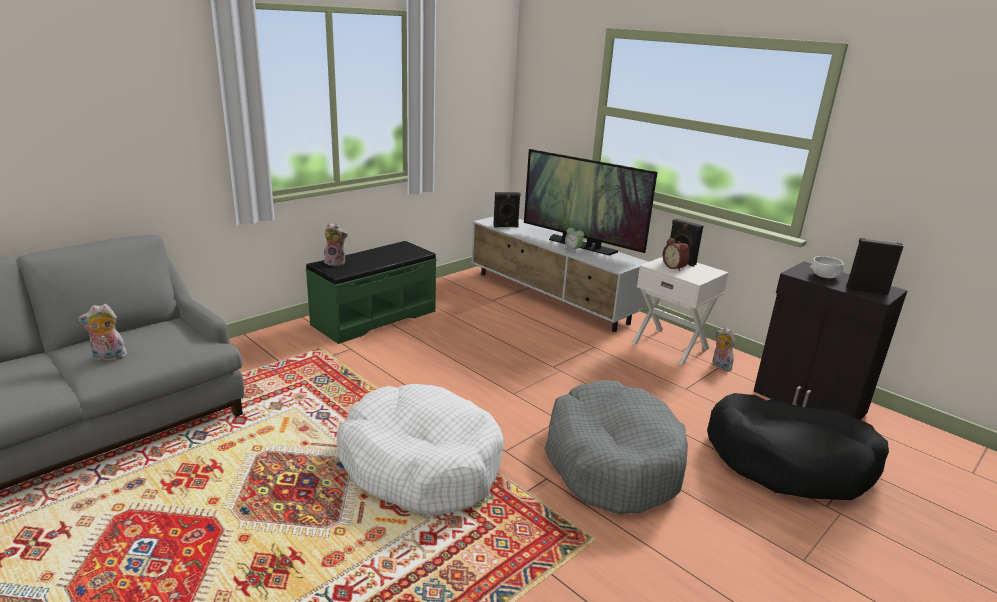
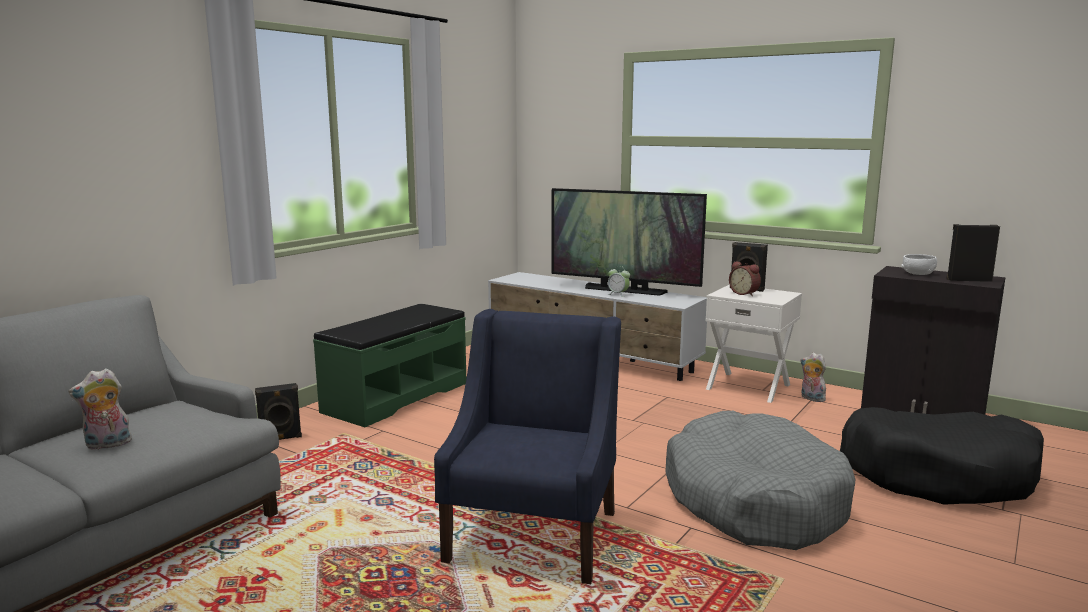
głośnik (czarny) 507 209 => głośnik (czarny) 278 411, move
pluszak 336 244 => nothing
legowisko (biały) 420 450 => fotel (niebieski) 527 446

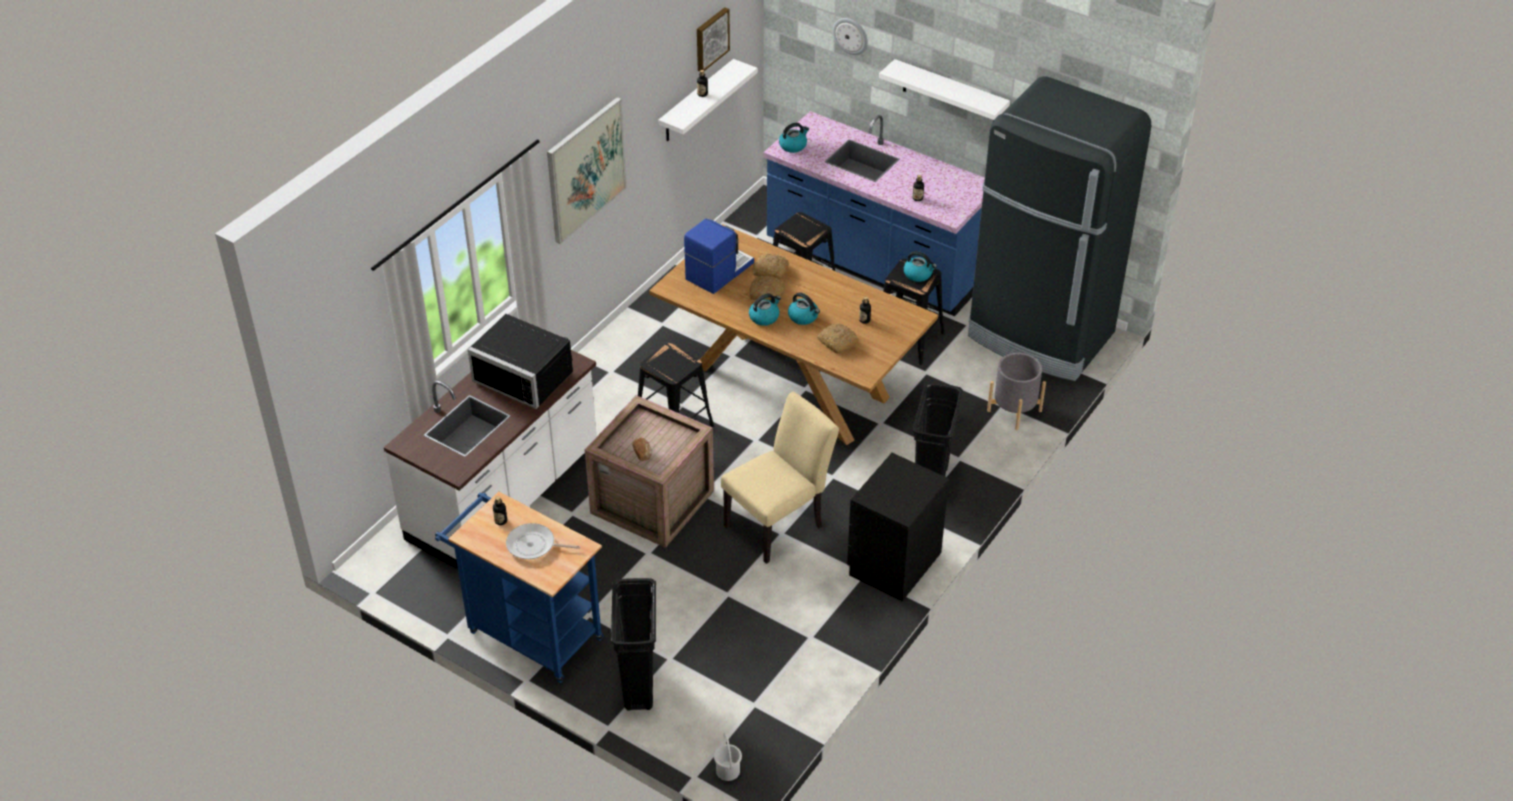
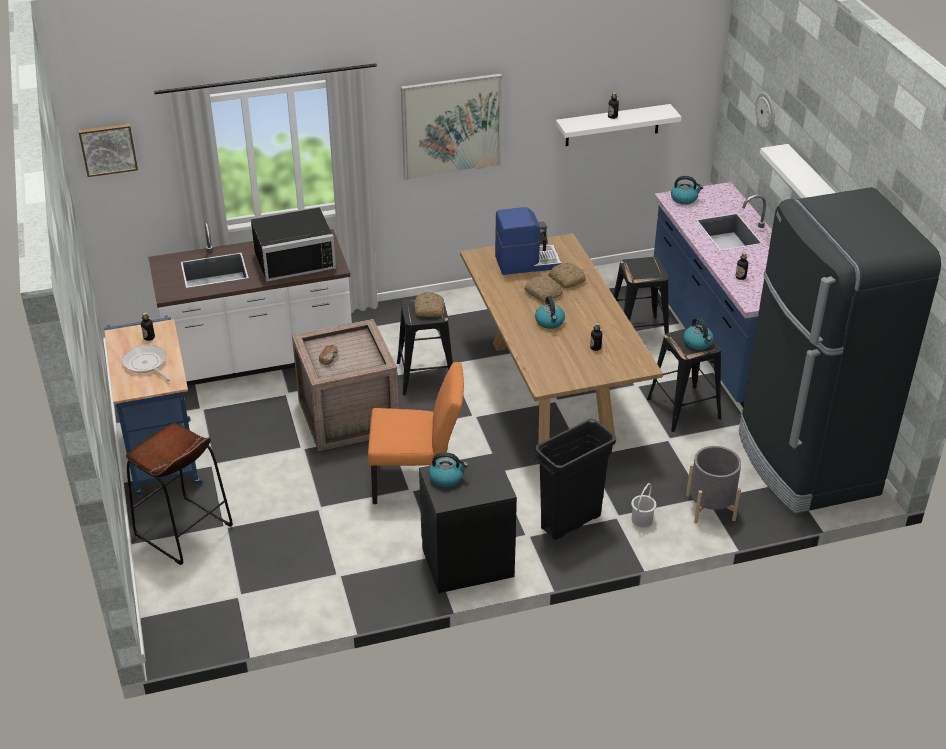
obraz 713 39 => obraz 108 150, move
czajnik 765 309 => czajnik 448 469, move
mikrofalówka (czarny) 520 361 => mikrofalówka (czarny) 293 244, 90 degrees counterclockwise
chleb 837 338 => chleb 429 304, move
krzesło (beżowy) 780 478 => krzesło (pomarańczowy) 416 433
kosz na śmieci (czarny) 633 644 => stołek (brązowy) 179 494
wiadro (biały) 728 757 => wiadro (biały) 643 505, move

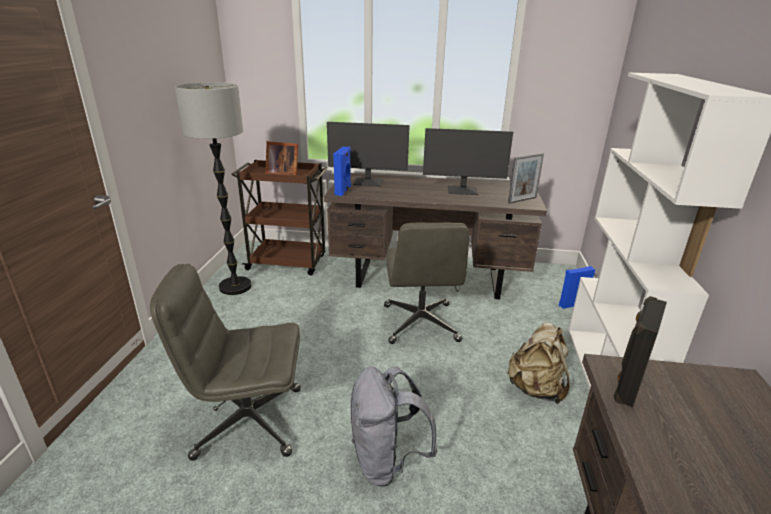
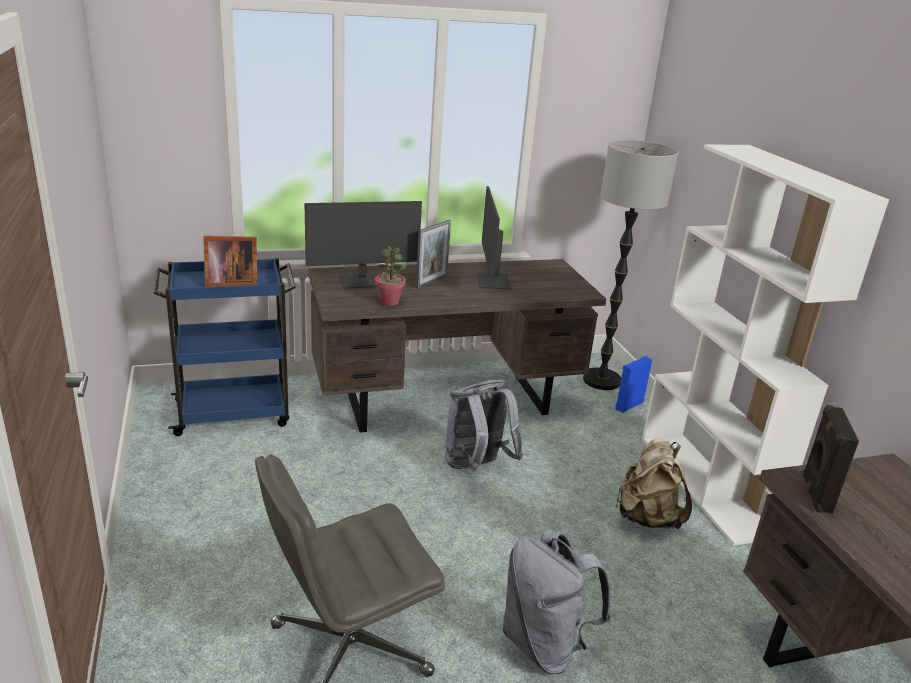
lampa stojąca 213 188 => lampa stojąca 630 265, move
monitor 468 161 => monitor 494 237, 105 degrees clockwise
głośnik (niebieski) 342 171 => nothing
ramka na zdjęcie 526 178 => ramka na zdjęcie 433 254, move
wózek (brązowy) 279 217 => wózek (niebieski) 224 347
krzesło biurowe (szary) 427 283 => plecak (szary) 484 425
nothing => roślina doniczkowa 390 275

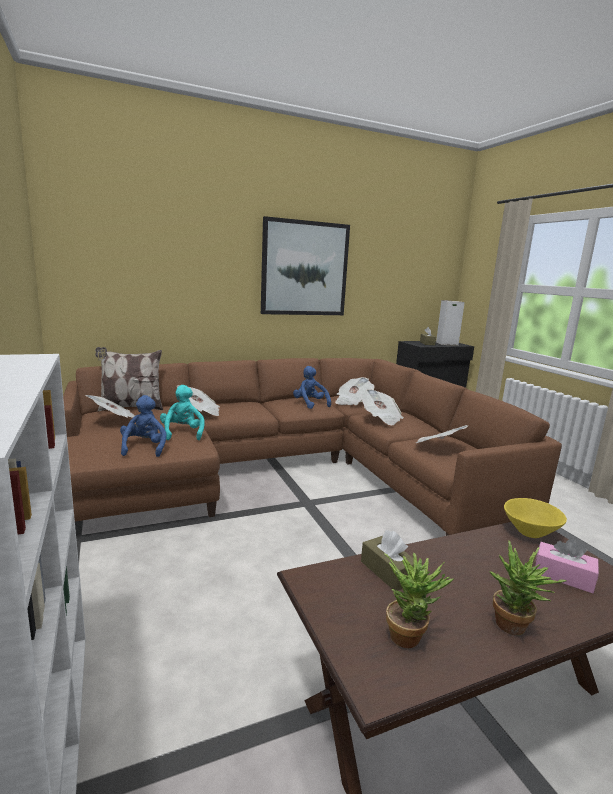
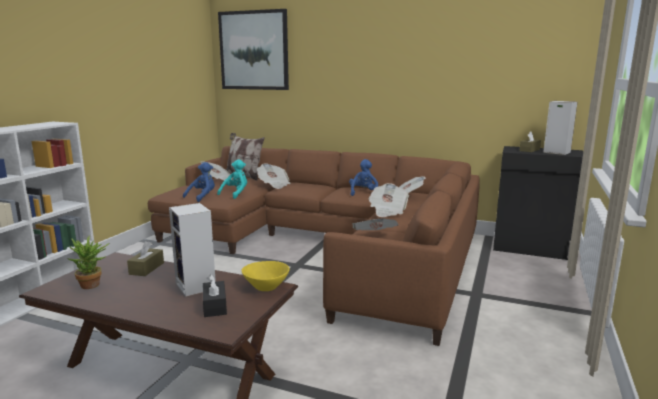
obraz 305 265 => obraz 253 49, move
pudełko chusteczek (różowy) 567 565 => pudełko chusteczek (czarny) 215 295
roślina doniczkowa 527 588 => nothing
nothing => głośnik 192 250

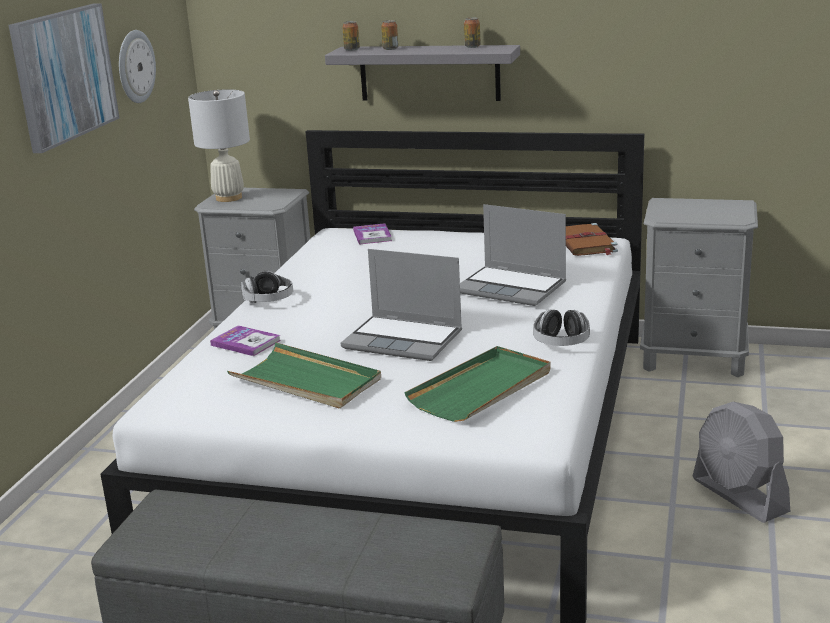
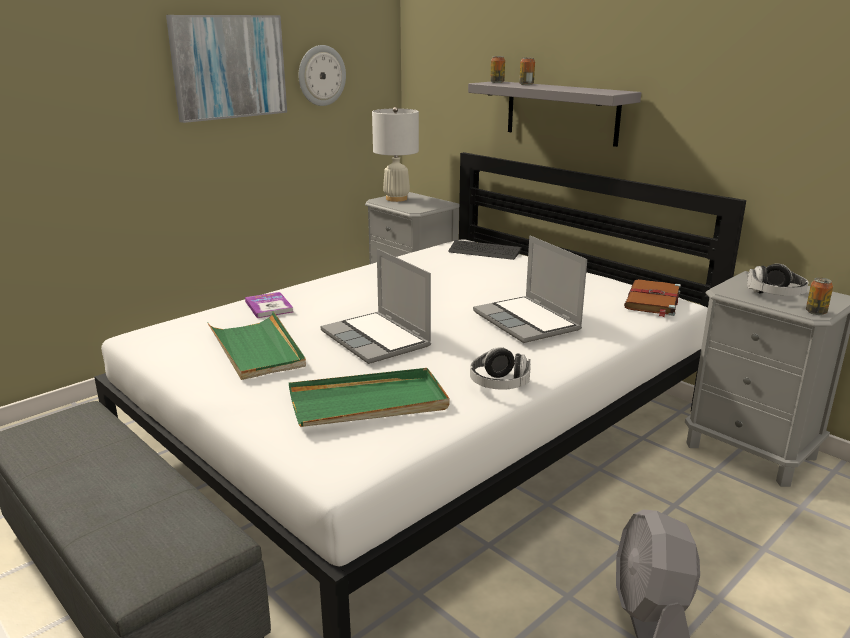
puszka 472 33 => puszka 819 296, move
książka 372 234 => klawiatura 485 250
słuchawki 267 287 => słuchawki 778 279, move

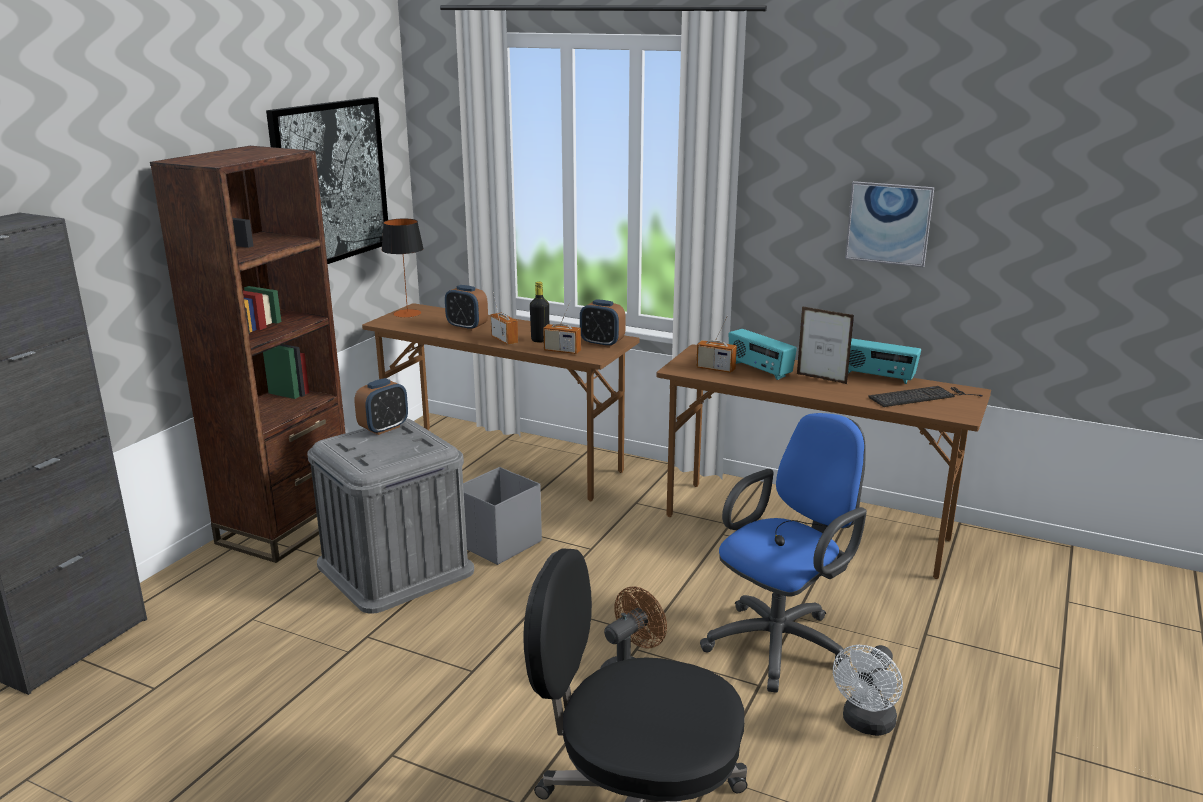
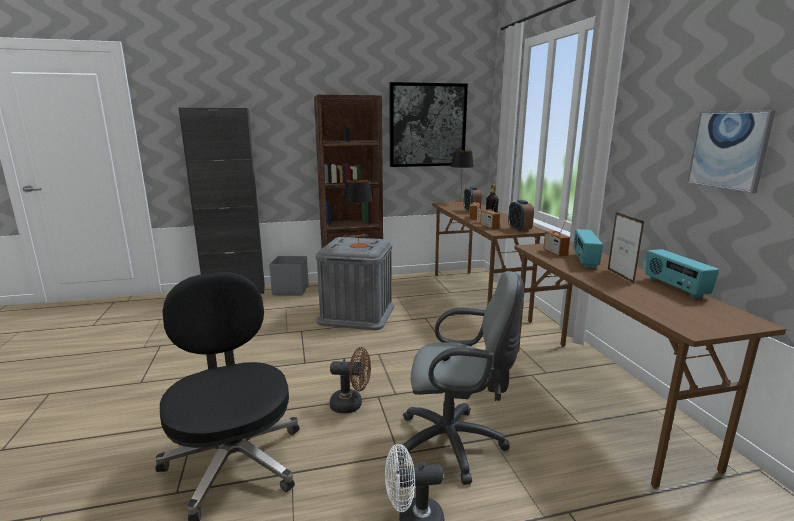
budzik 381 406 => nothing
klawiatura 925 396 => nothing
krzesło biurowe (niebieski) 783 552 => krzesło biurowe (szary) 460 378
pojemnik do przechowywania (szary) 502 516 => pojemnik do przechowywania (szary) 289 276, move
nothing => lampa stołowa 357 213

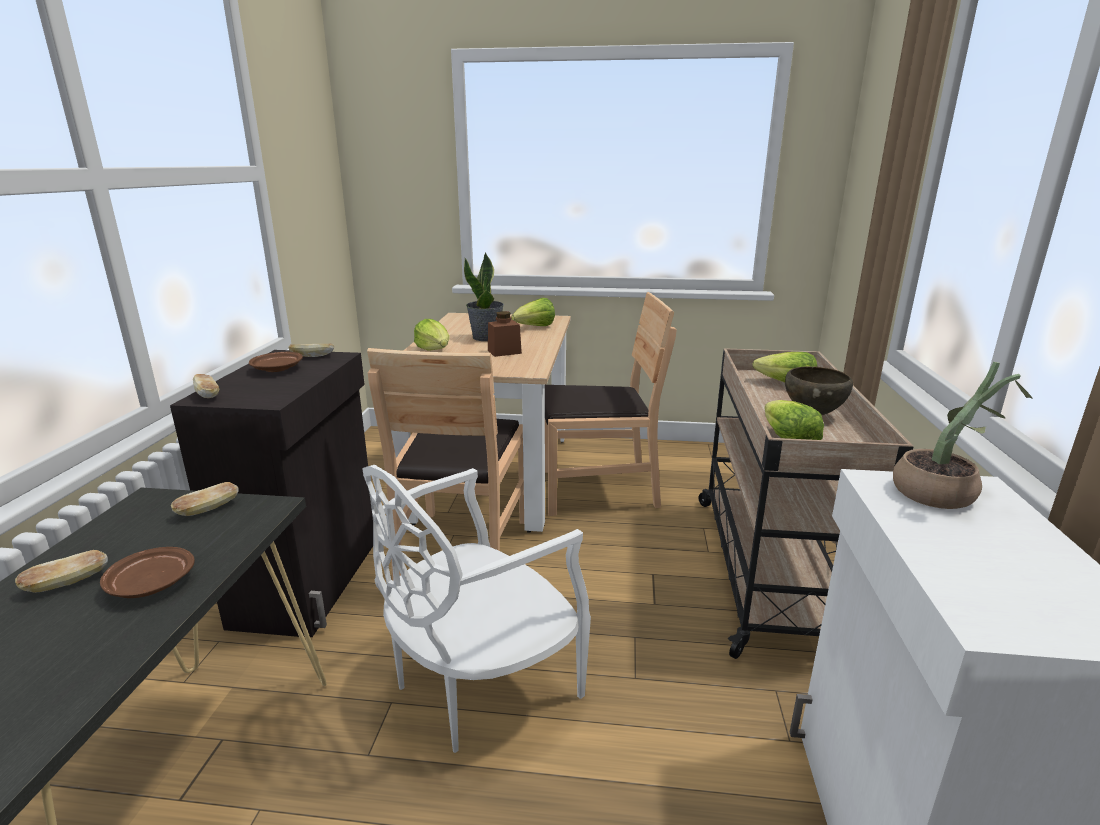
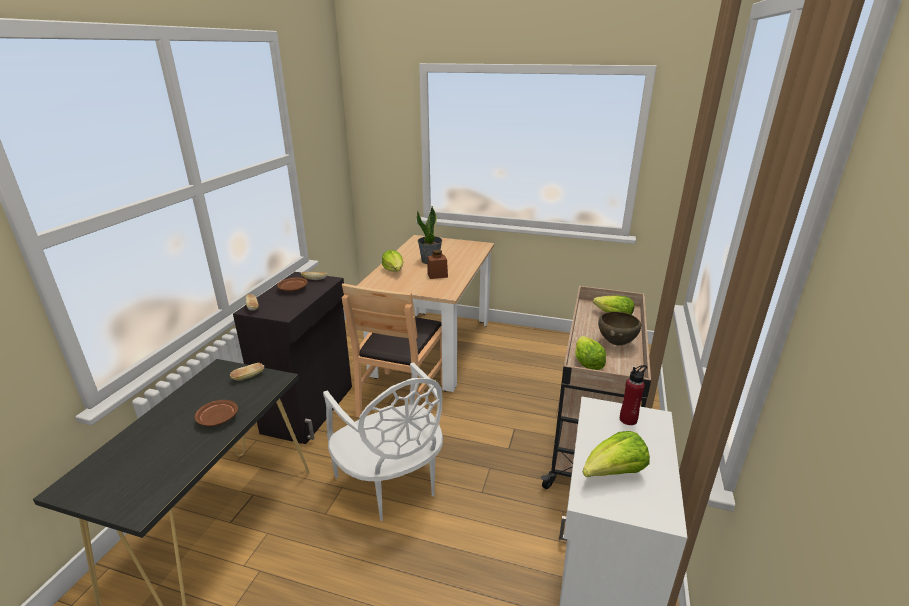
krzesło (brązowy) 610 404 => nothing
sałata 533 312 => sałata 616 454, move
roślina doniczkowa 962 435 => butelka (czerwony) 633 395
krzesło (biały) 476 609 => krzesło (biały) 383 441, 90 degrees counterclockwise
chleb 61 571 => nothing

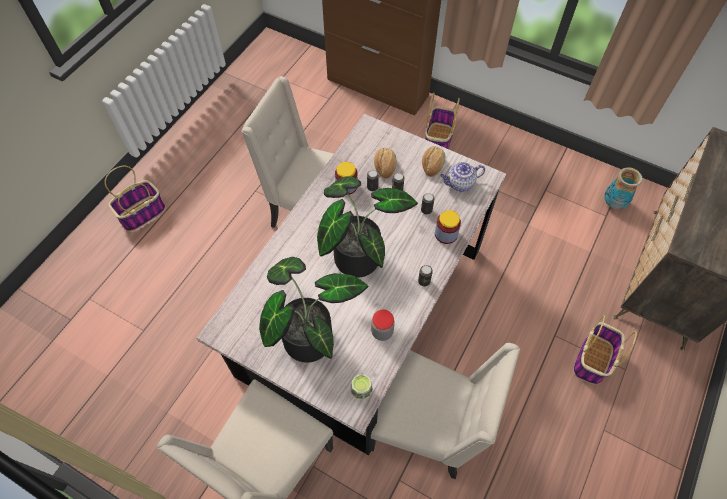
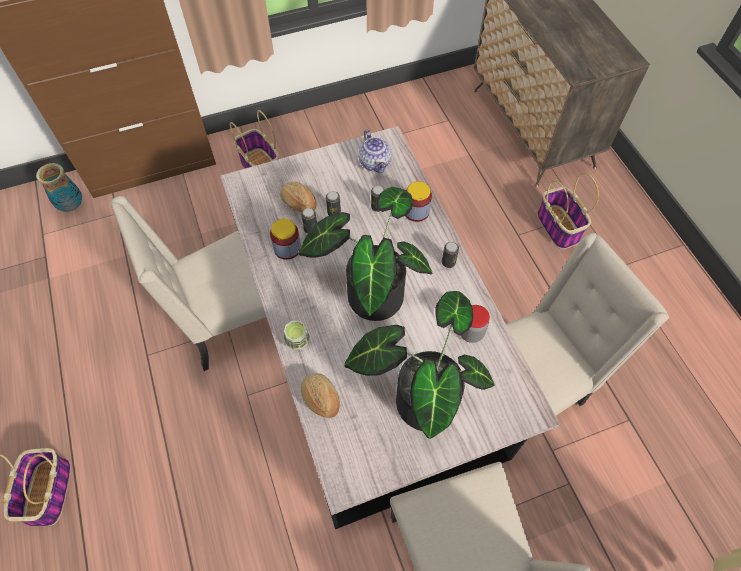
chleb 433 161 => chleb 320 395, move
imbryk 462 177 => imbryk 375 151, 45 degrees counterclockwise
wazon 623 188 => wazon 59 187, move
filiżanka 361 387 => filiżanka 297 335, move

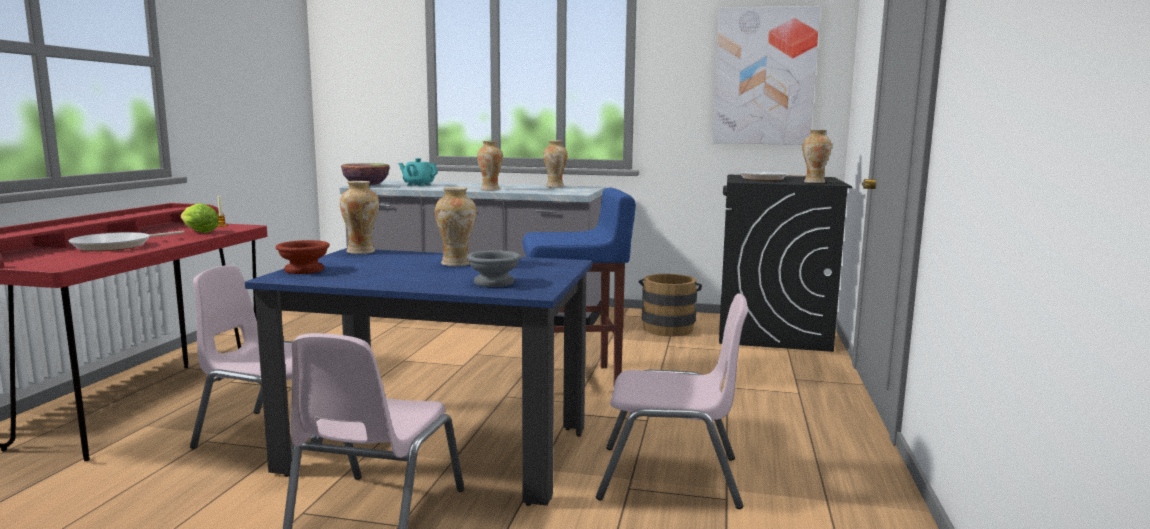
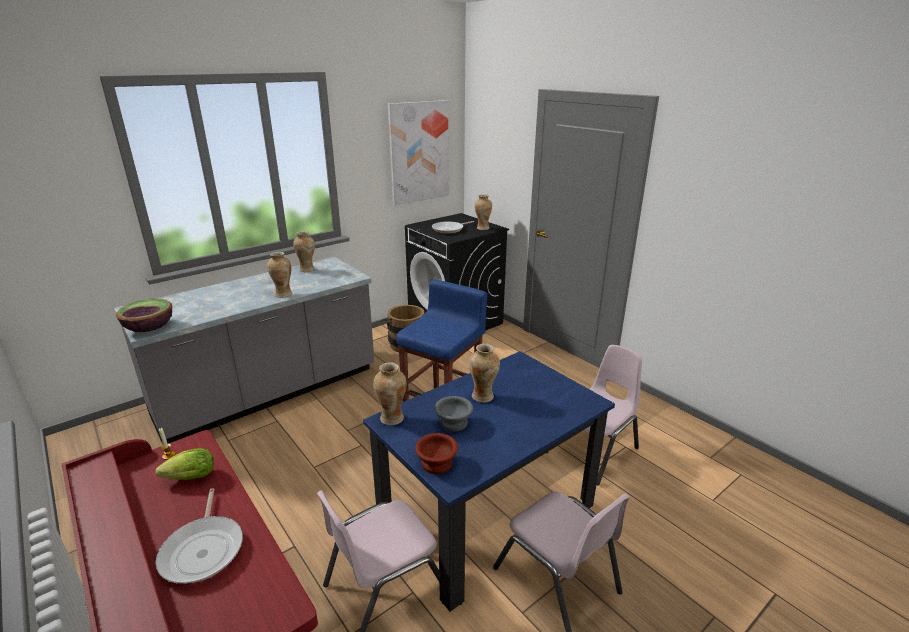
imbryk (turkusowy) 418 172 => nothing
miska (szary) 493 268 => miska (szary) 453 414, move

